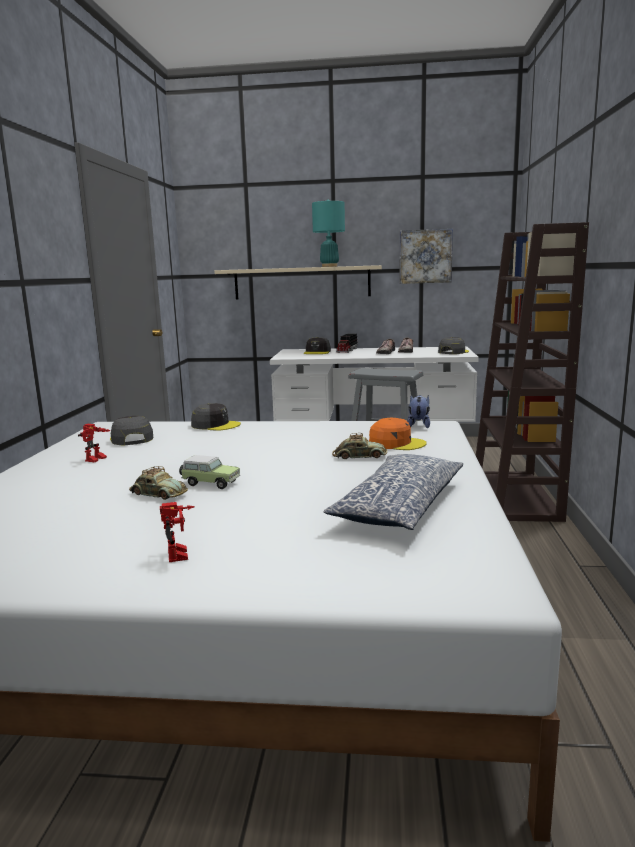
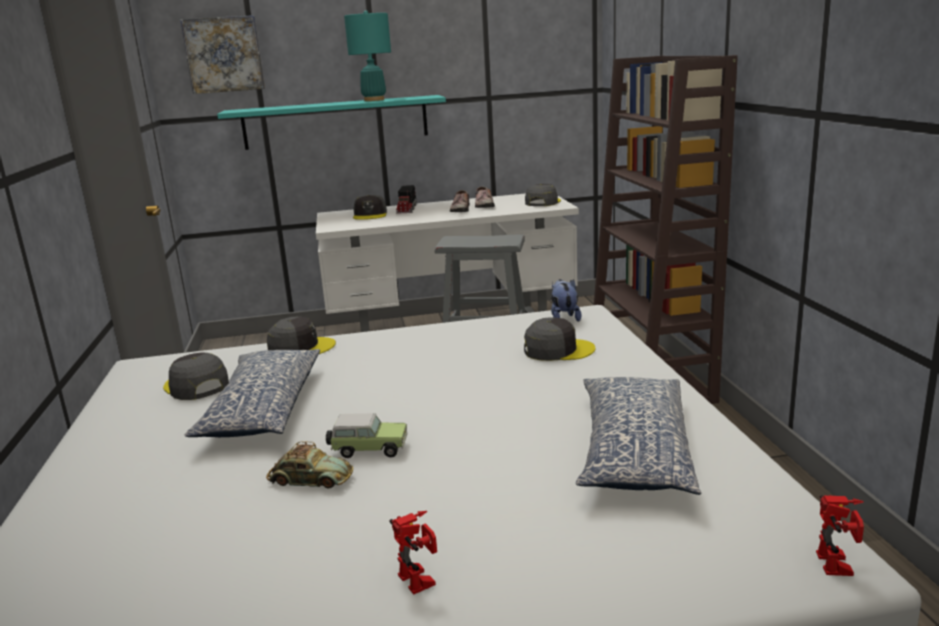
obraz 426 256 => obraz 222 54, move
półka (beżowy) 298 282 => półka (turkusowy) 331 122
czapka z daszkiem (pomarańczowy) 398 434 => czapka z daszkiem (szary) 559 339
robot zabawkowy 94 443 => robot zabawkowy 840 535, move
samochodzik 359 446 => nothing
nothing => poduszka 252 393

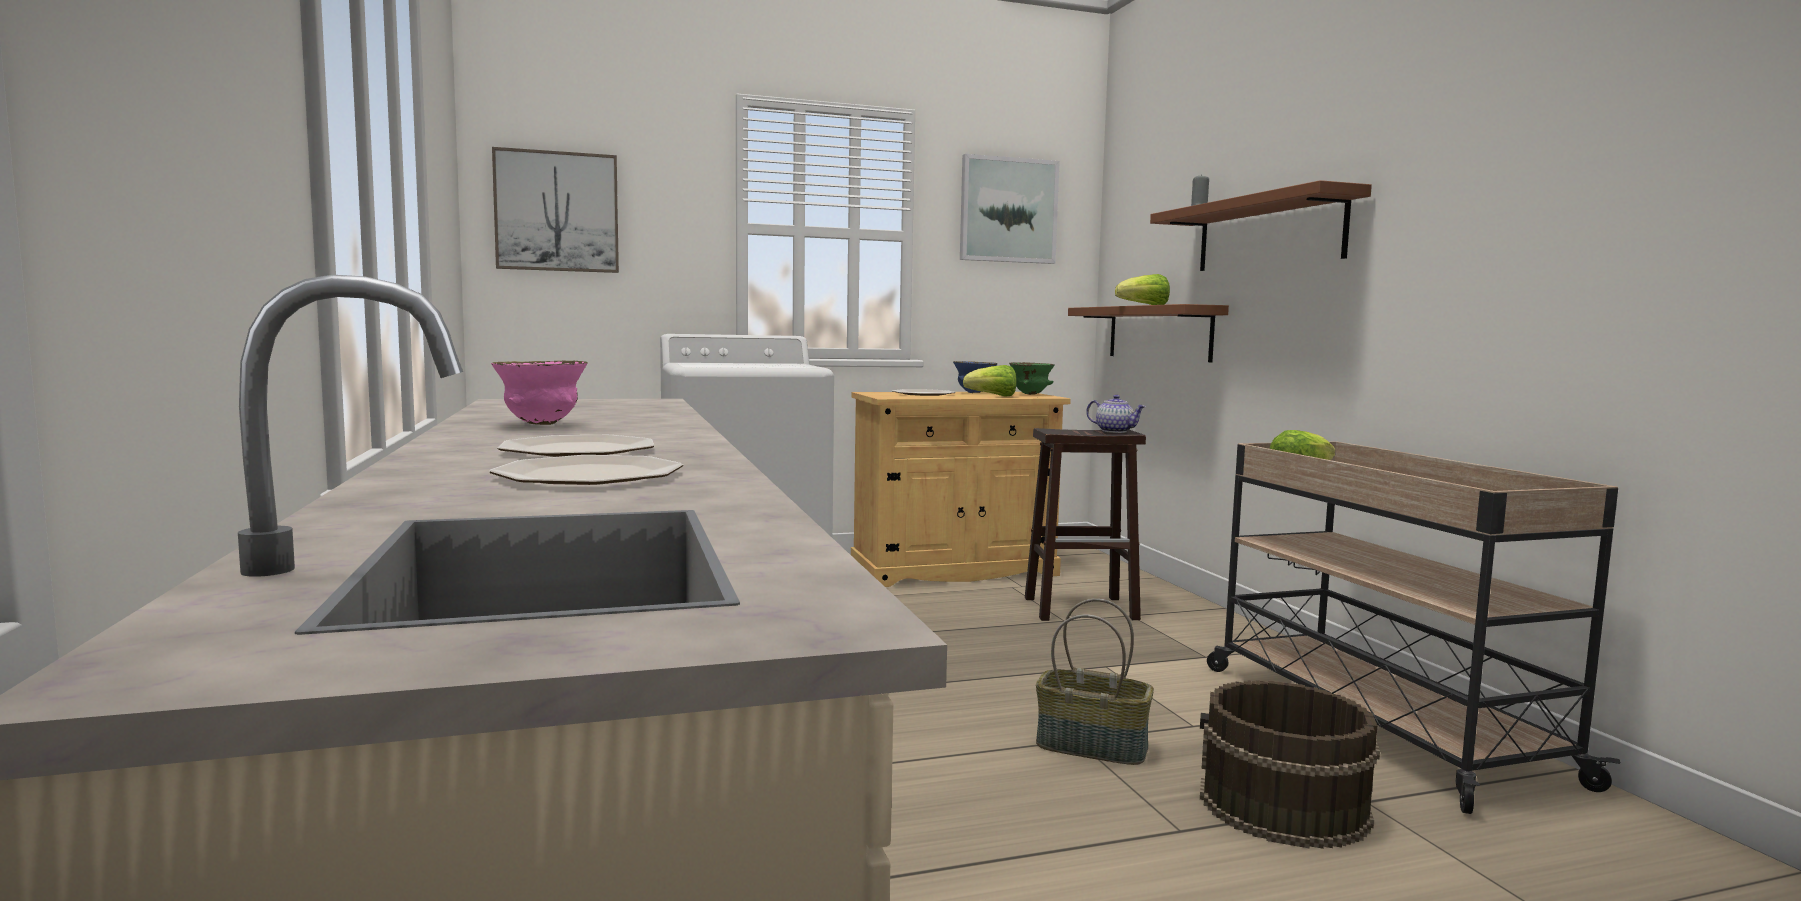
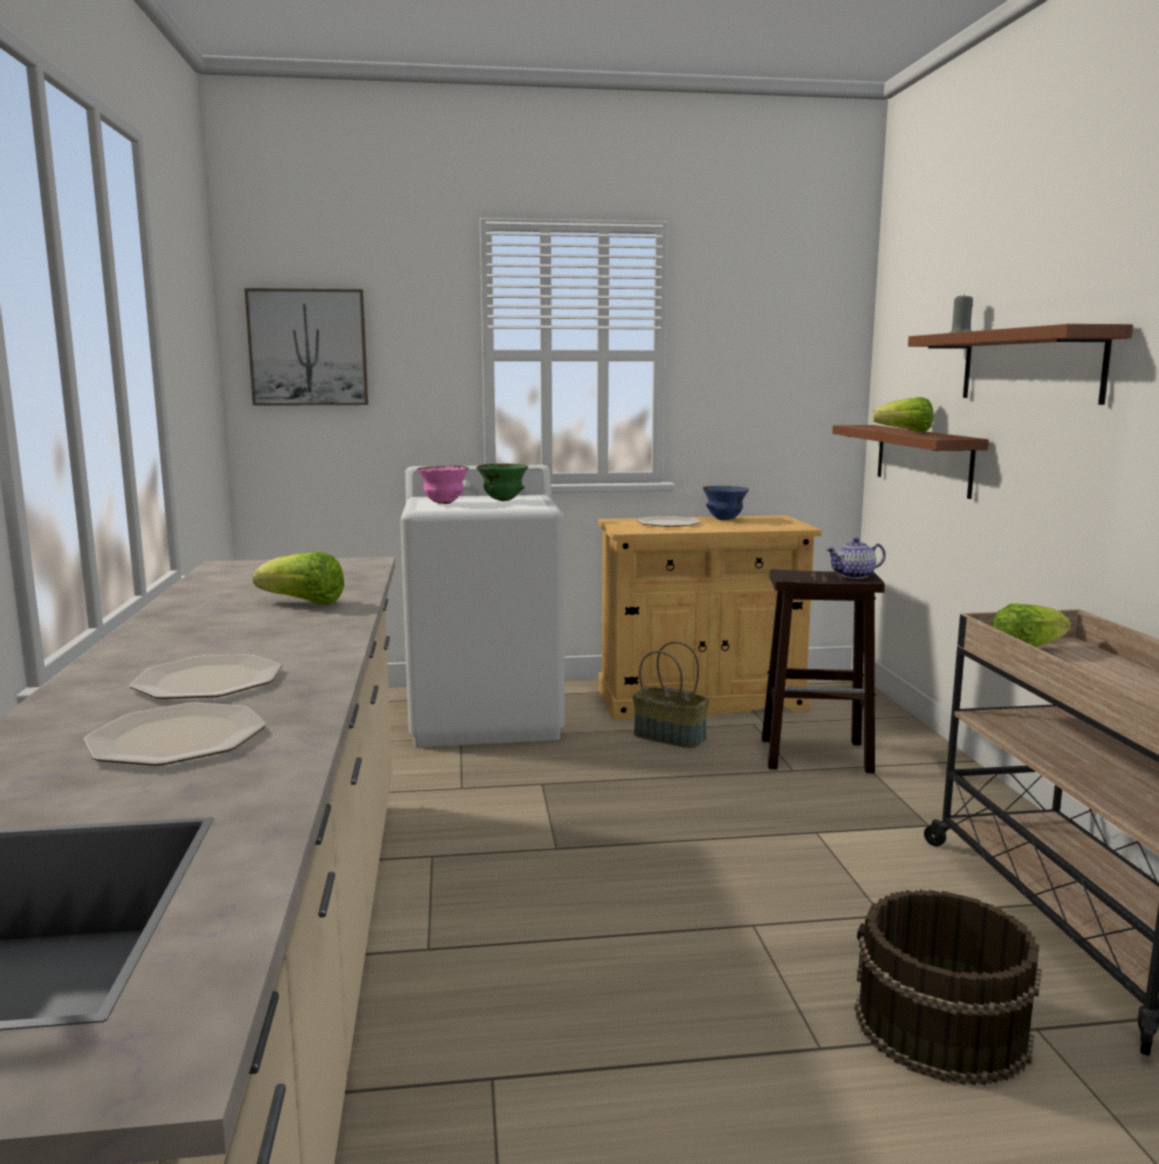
obraz 1010 209 => nothing
miska (różowy) 539 393 => miska (różowy) 443 485, move
miska (zielony) 1032 378 => miska (zielony) 502 482, move
sałata 990 381 => sałata 298 578, move
imbryk 1116 414 => imbryk 856 558, 120 degrees clockwise
koszyk 1095 682 => koszyk 671 694, move

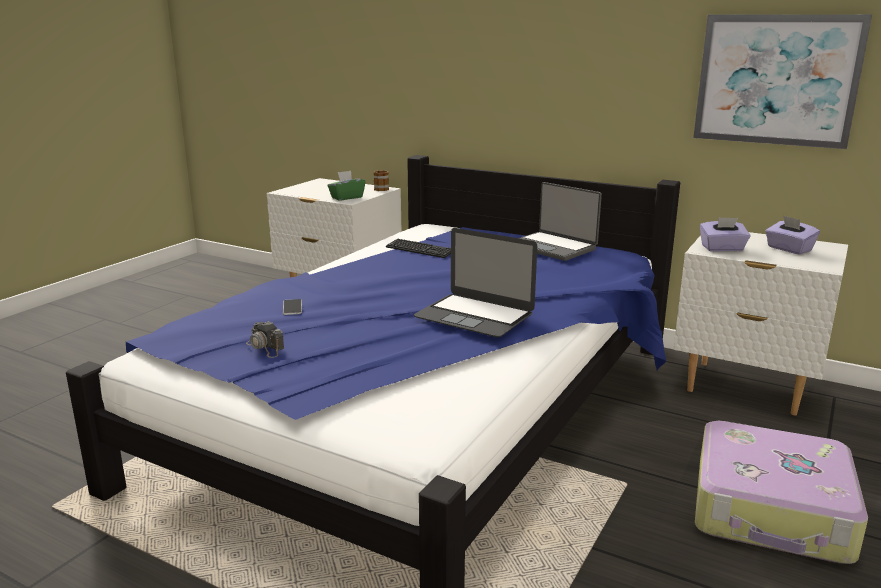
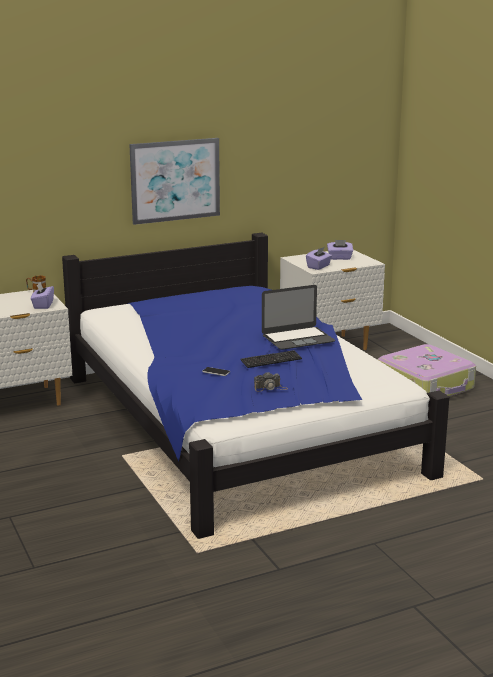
obraz 782 81 => obraz 174 181, move
pudełko chusteczek (zielony) 346 186 => pudełko chusteczek (fioletowy) 42 295
laptop 560 221 => nothing
klawiatura 418 248 => klawiatura 271 359, move

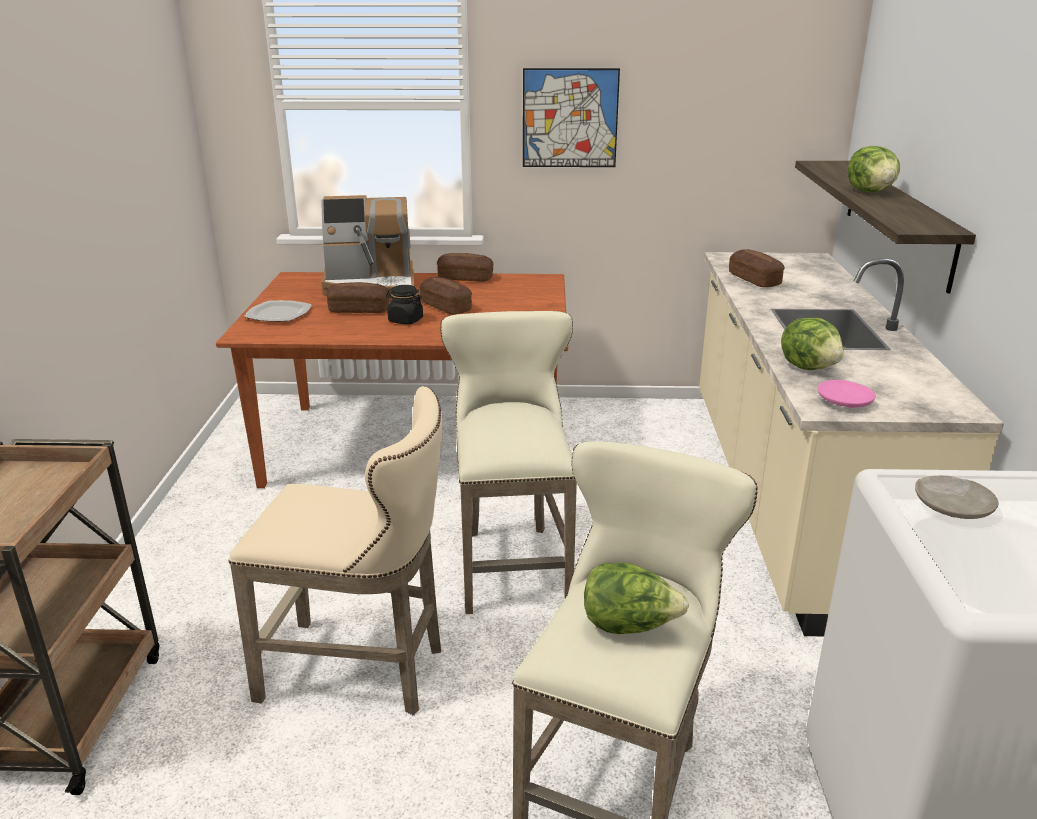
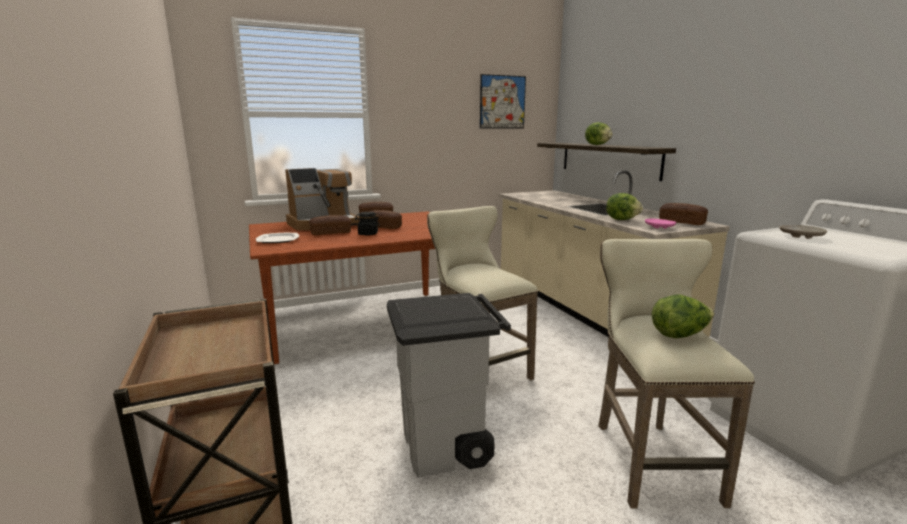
obraz 571 117 => obraz 503 101, move
chleb 757 268 => chleb 683 214, move
stołek (beżowy) 336 550 => kosz na śmieci (szary) 449 385

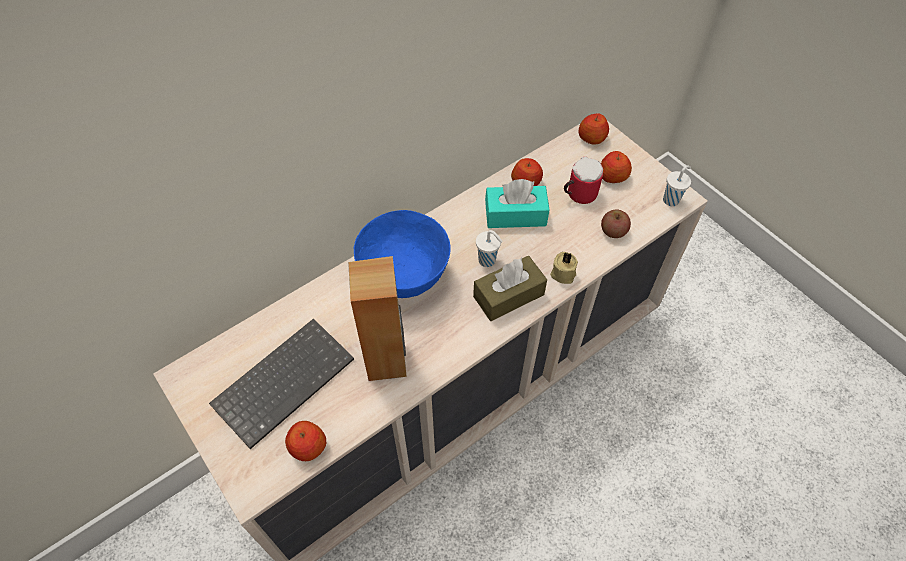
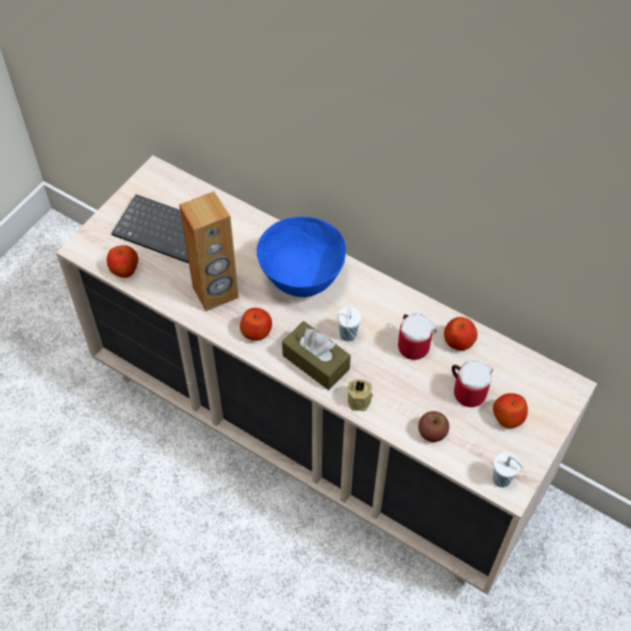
jabłko 593 129 => jabłko 256 324, move
pudełko chusteczek (turkusowy) 517 203 => kubek 417 336

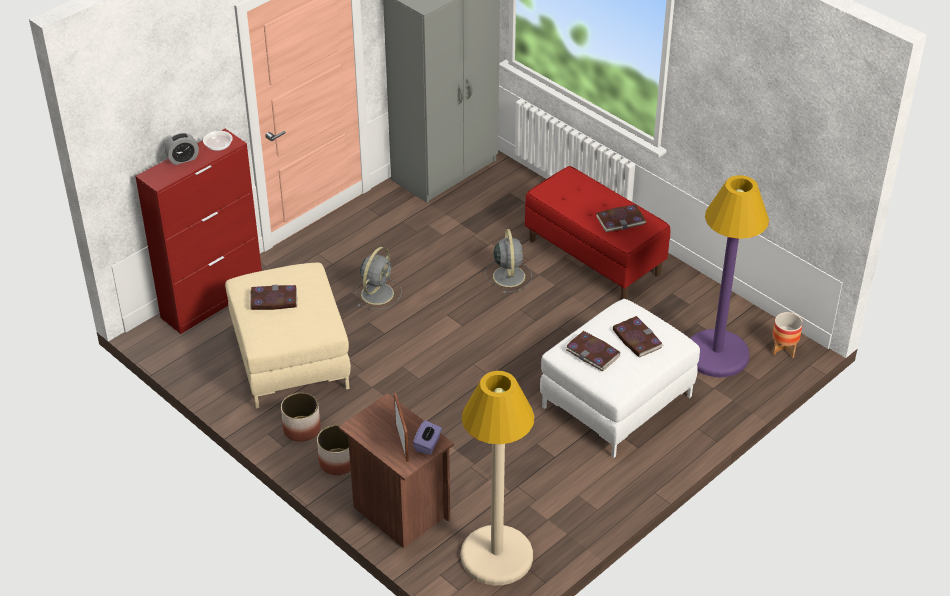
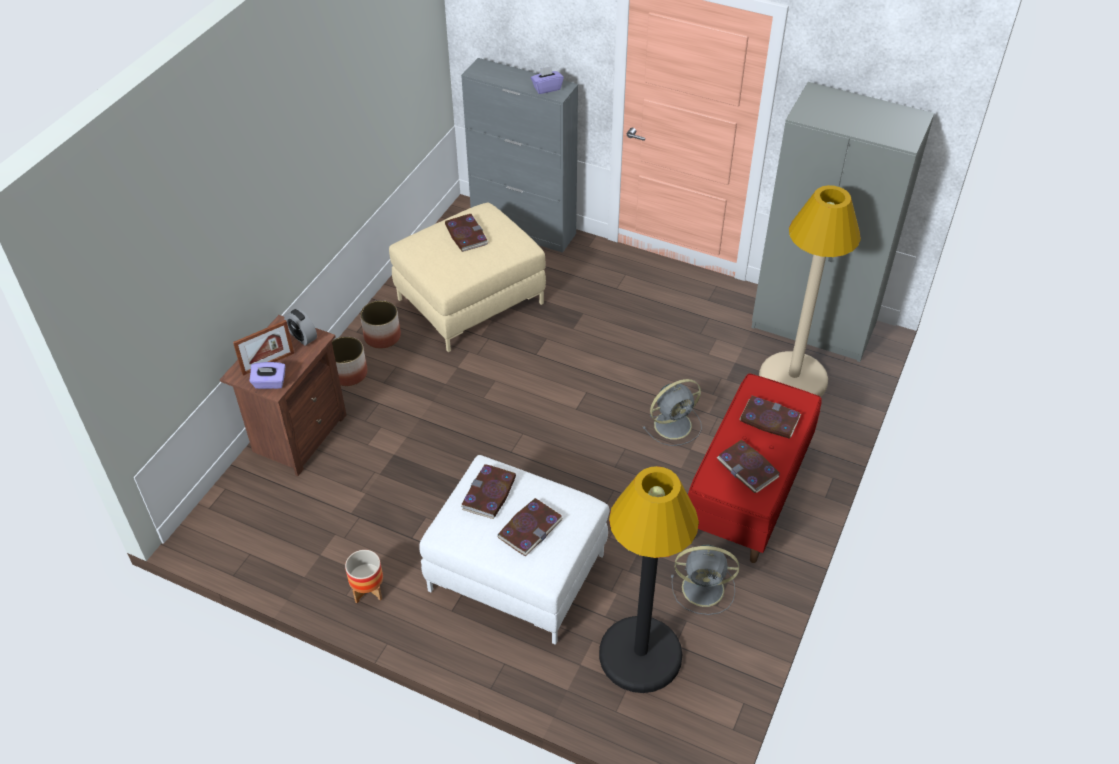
szafka (czerwony) 198 231 => szafka (szary) 519 155
miska 218 140 => pudełko chusteczek (fioletowy) 547 80
budzik 182 149 => budzik 300 327, move
lampa stojąca (fioletowy) 729 276 => lampa stojąca (czarny) 649 579
wentylator (szary) 378 278 => wentylator (szary) 705 580, move
donica 787 335 => donica 364 576, move
lampa stojąca (beżowy) 497 478 => lampa stojąca (beżowy) 810 291, move
nothing => książka 770 417

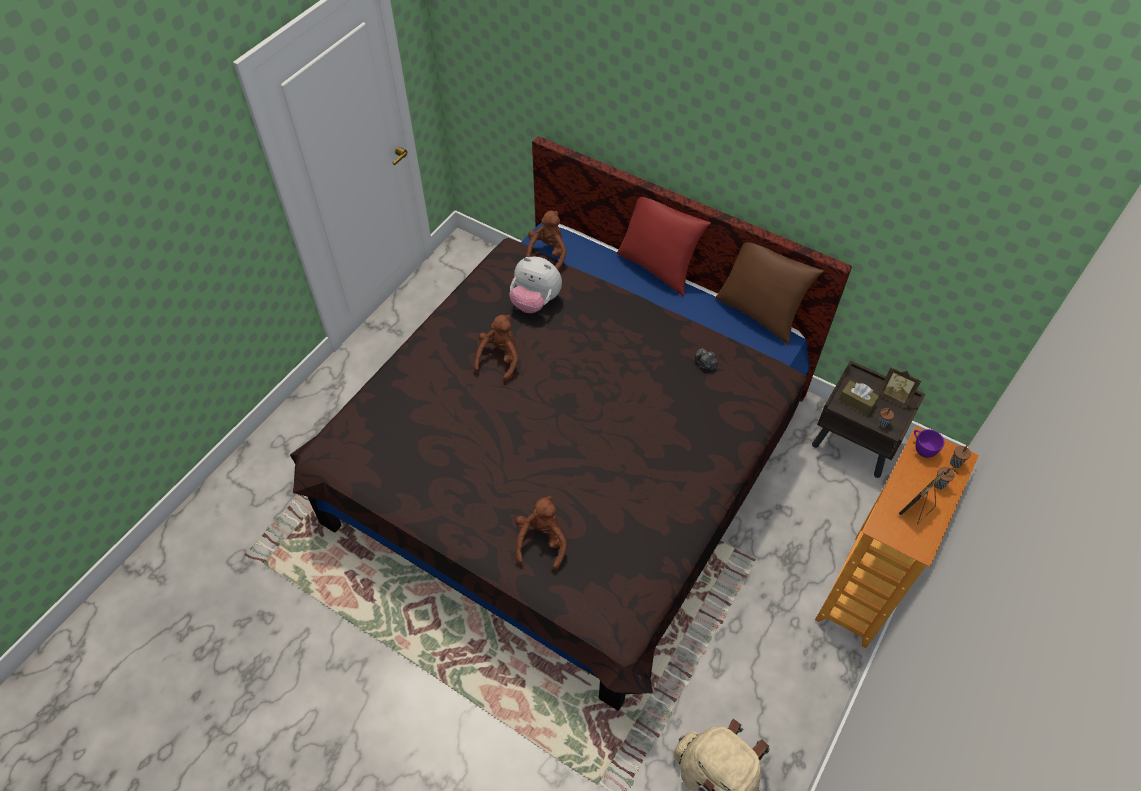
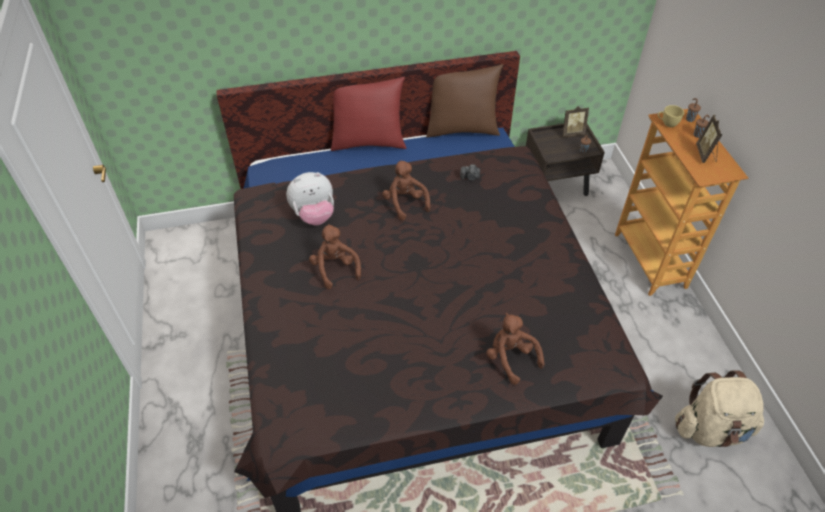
pluszak (brązowy) 546 241 => pluszak (brązowy) 406 190, move
pudełko chusteczek (brązowy) 859 398 => nothing
filiżanka (fioletowy) 929 443 => filiżanka (żółty) 671 116

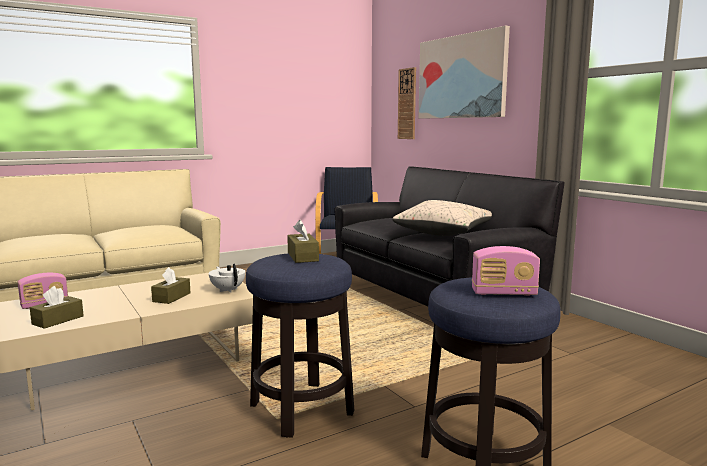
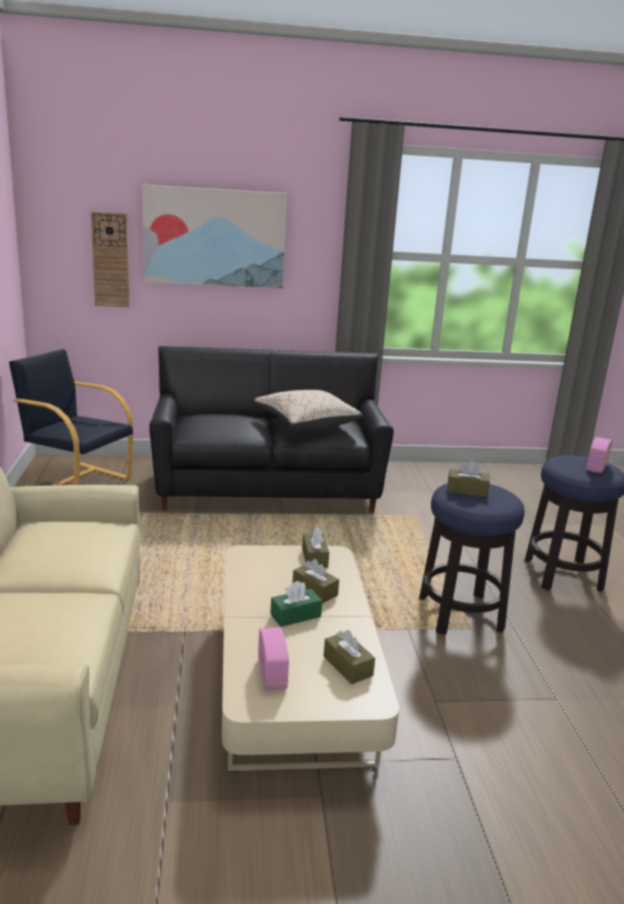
imbryk (biały) 227 278 => pudełko chusteczek (brązowy) 315 547
nothing => pudełko chusteczek (zielony) 296 604

